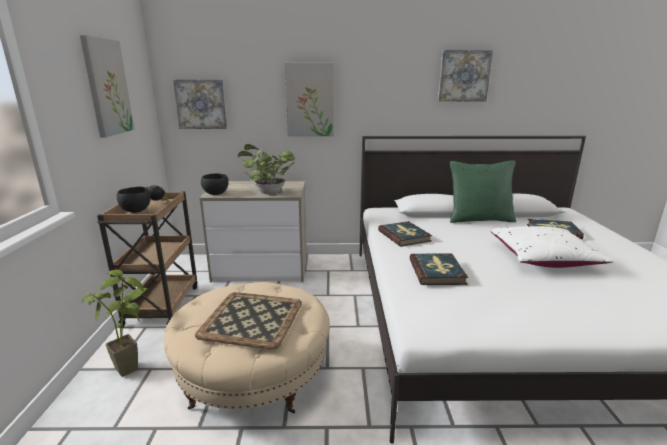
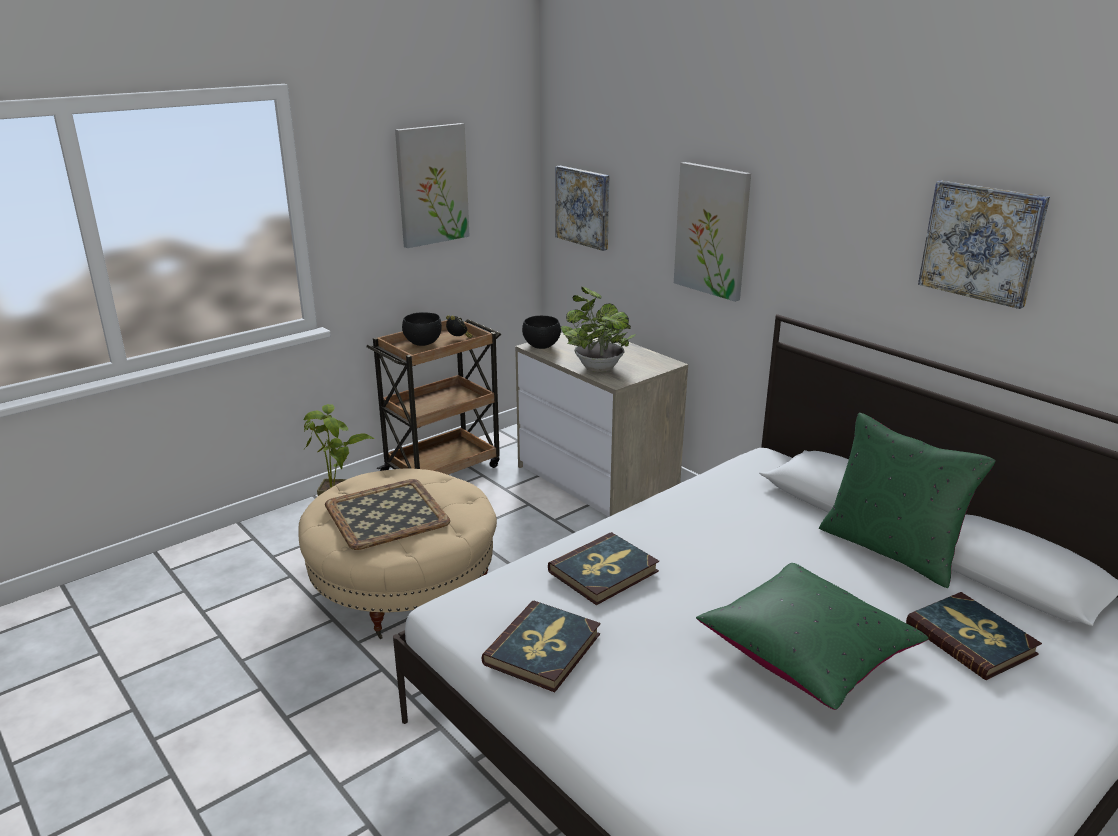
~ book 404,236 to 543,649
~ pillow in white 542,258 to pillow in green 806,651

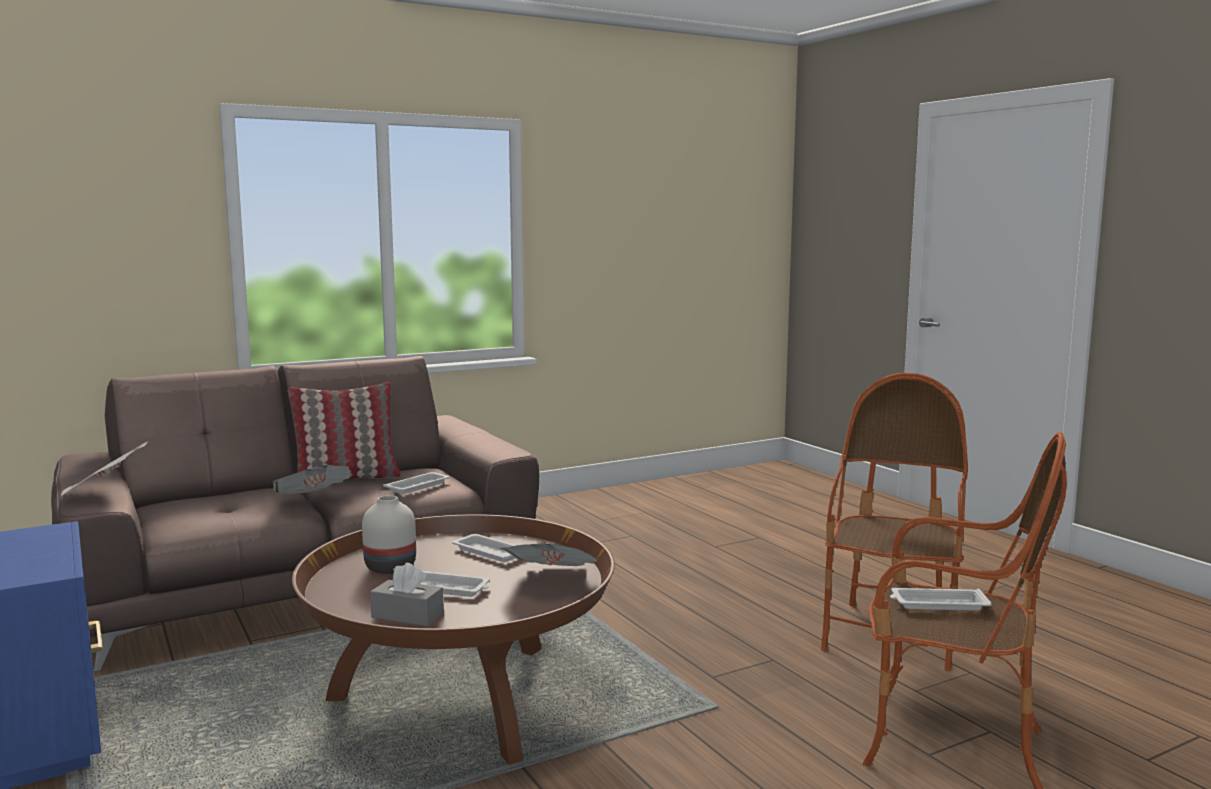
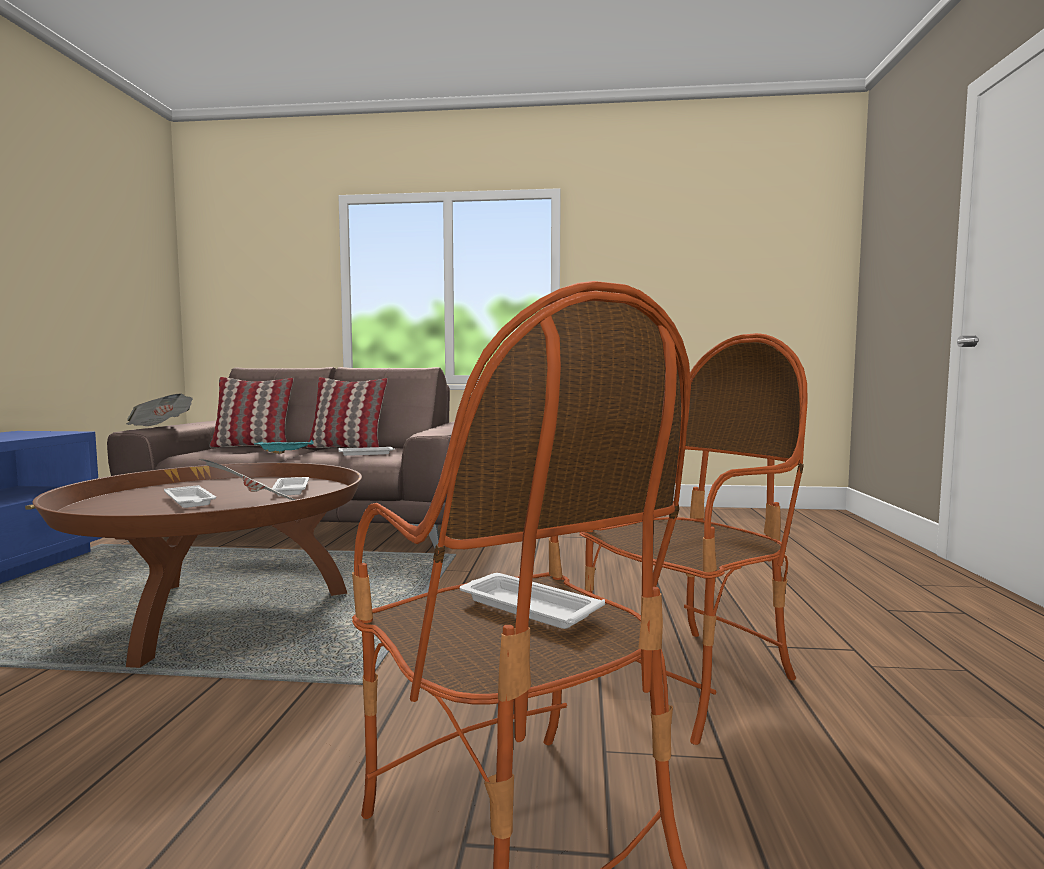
~ newspaper 313,502 to tray in turquoise 286,453
- vase in white 392,567
- tissue box in grey 407,615
+ pillow 252,446

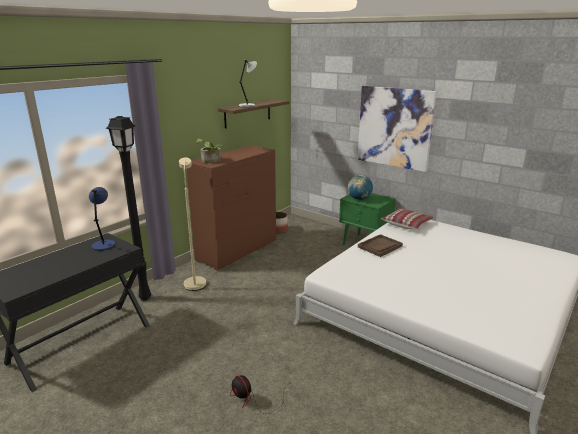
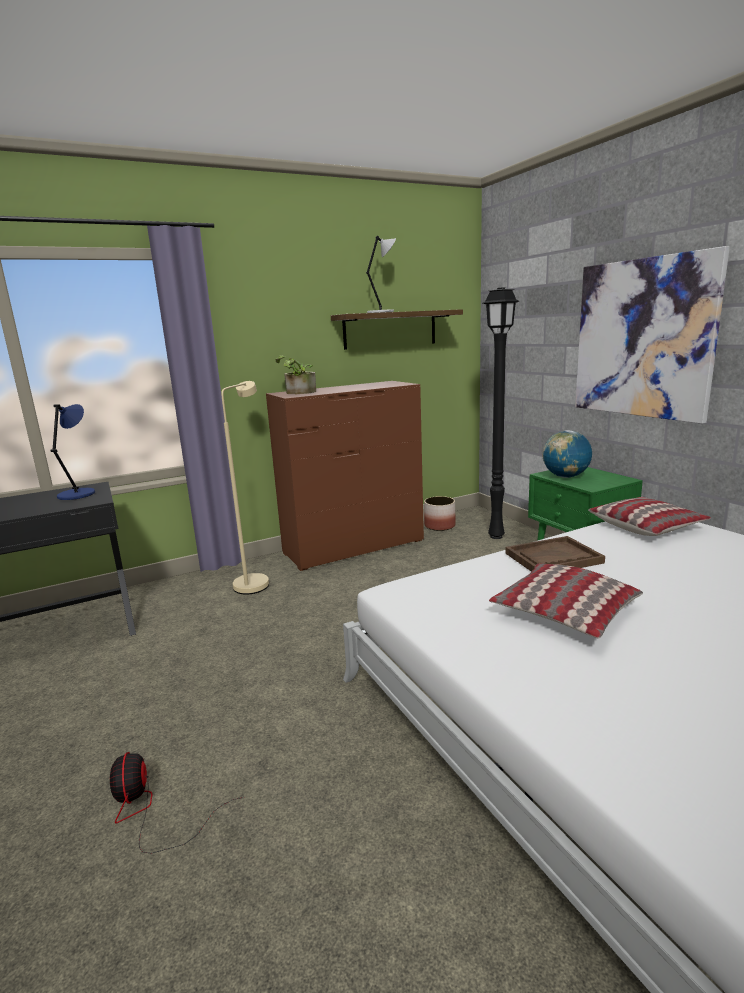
~ floor lamp in black 145,298 to 496,537
+ pillow 564,613

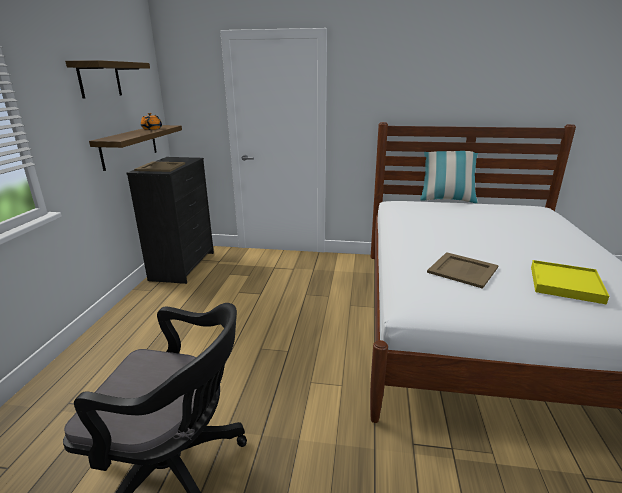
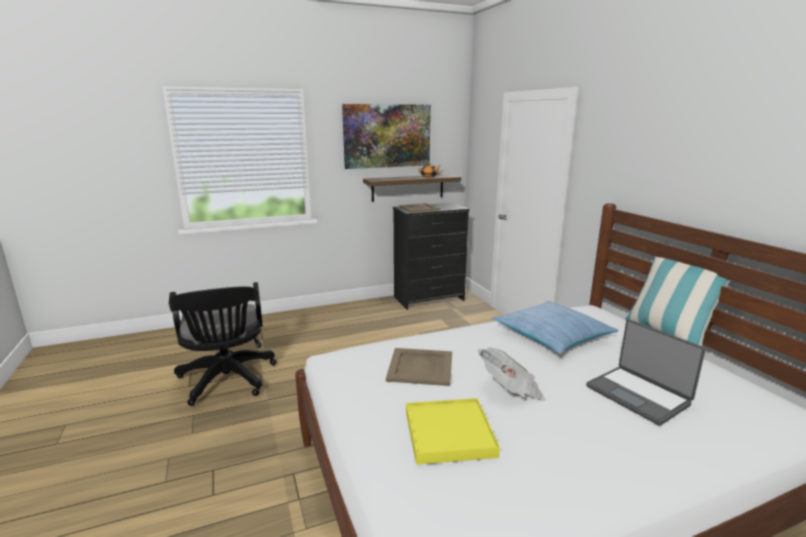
~ shelf 99,79 to picture 387,136
+ pillow 551,336
+ laptop 638,395
+ newspaper 510,389

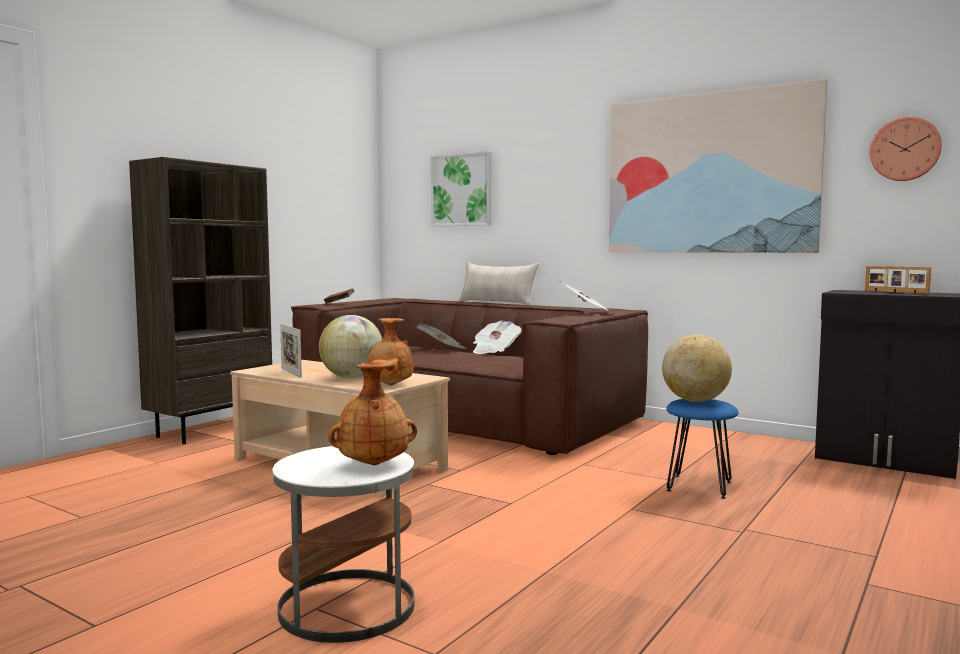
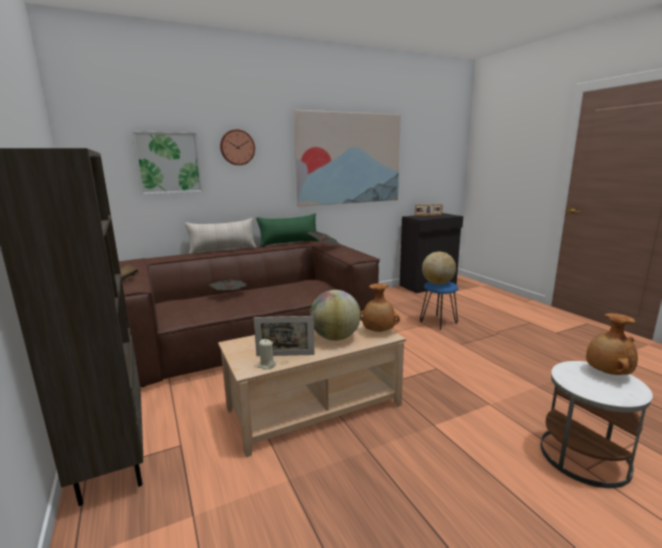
~ wall clock 905,149 to 237,147
- newspaper 494,351
+ pillow in green 289,243
+ candle in beige 266,365

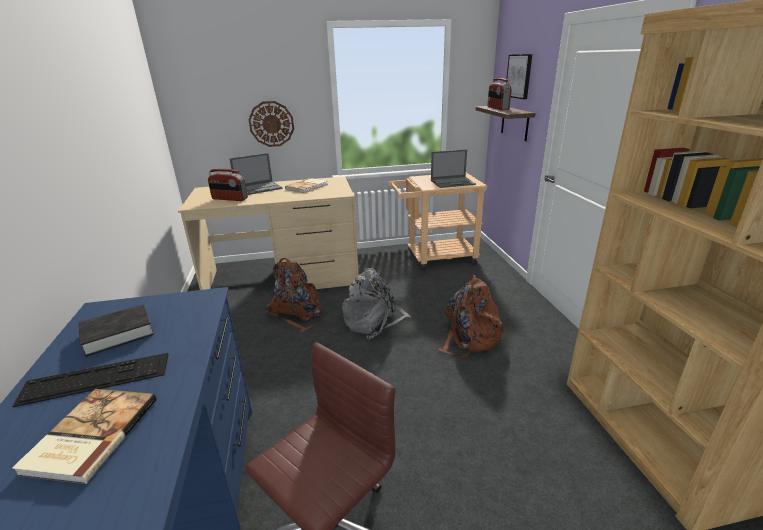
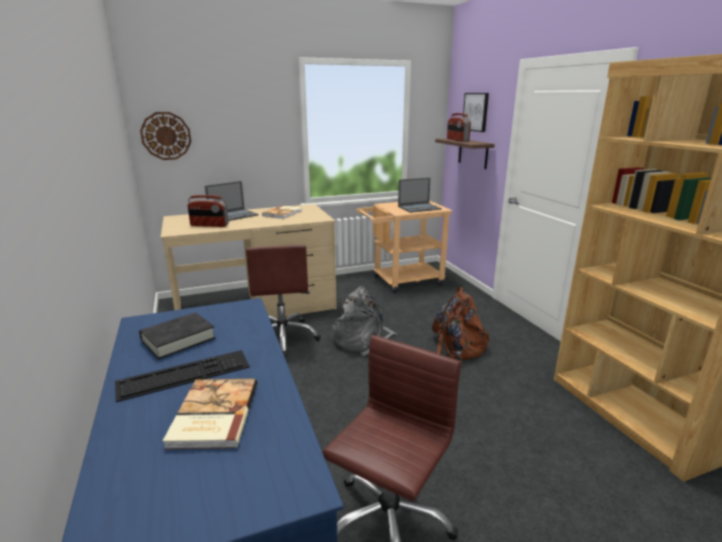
~ wall clock 271,124 to 166,136
~ backpack in brown 297,313 to office chair in brown 283,337

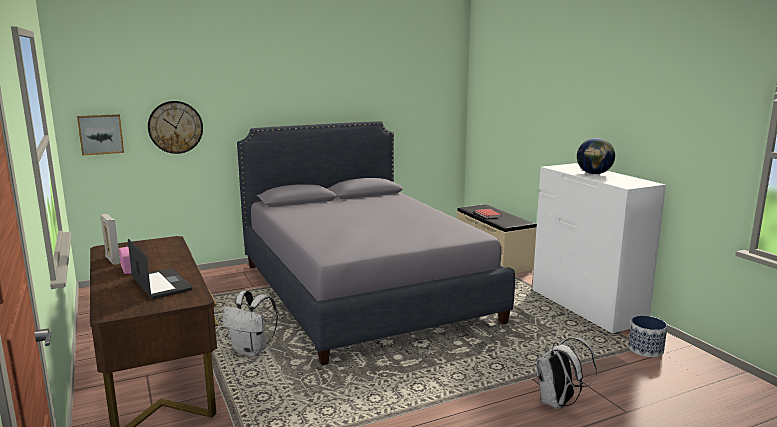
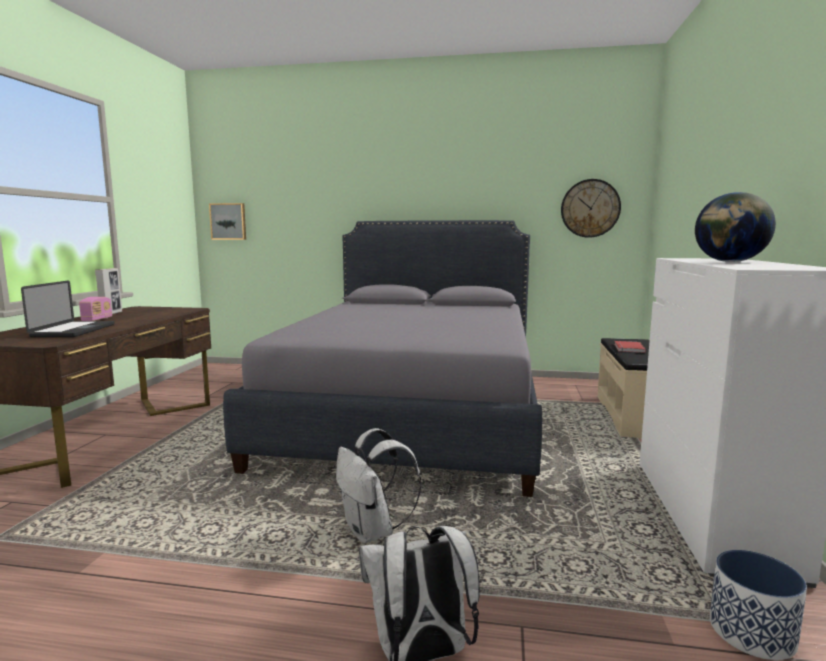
~ wall clock 175,127 to 590,208
~ backpack in white 252,350 to 373,532

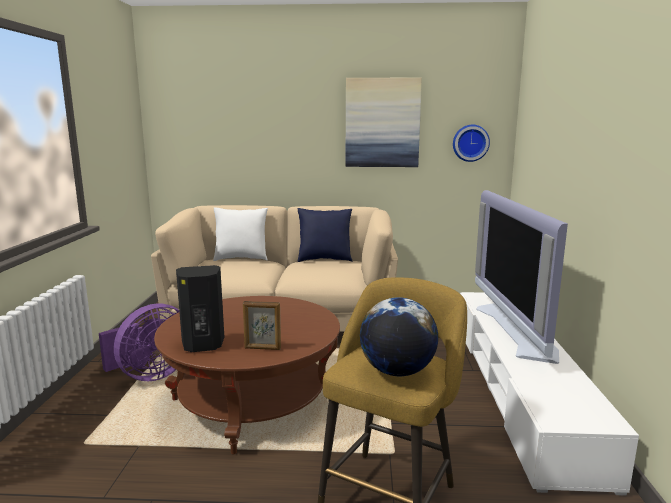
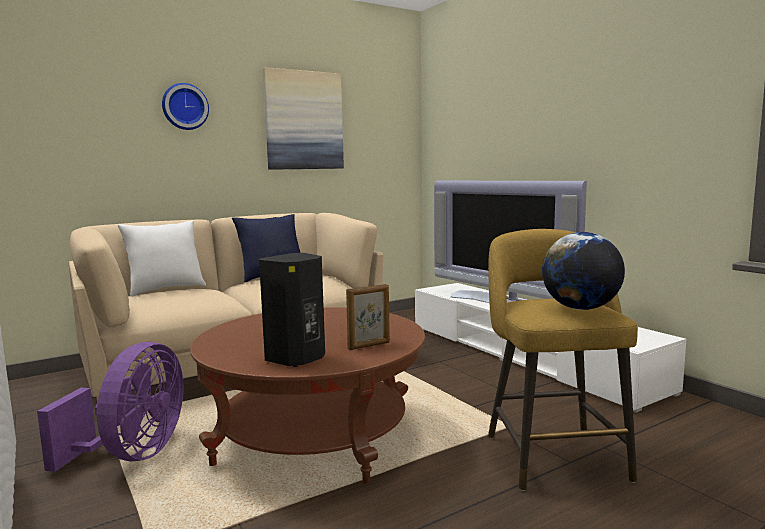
~ wall clock 470,143 to 184,107

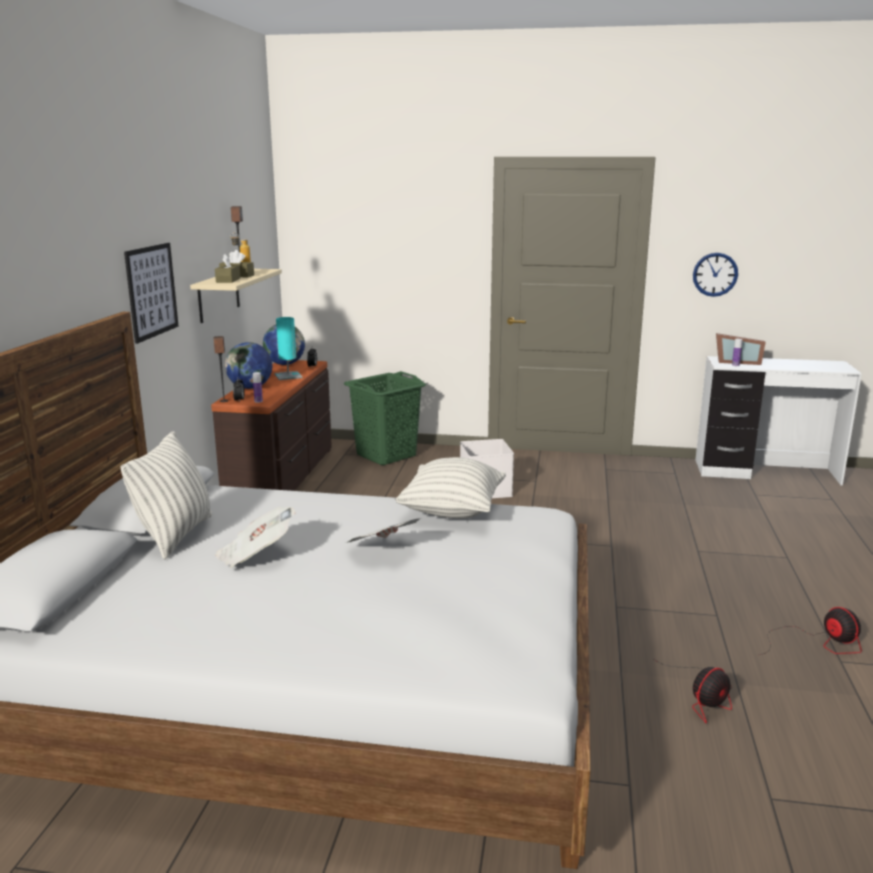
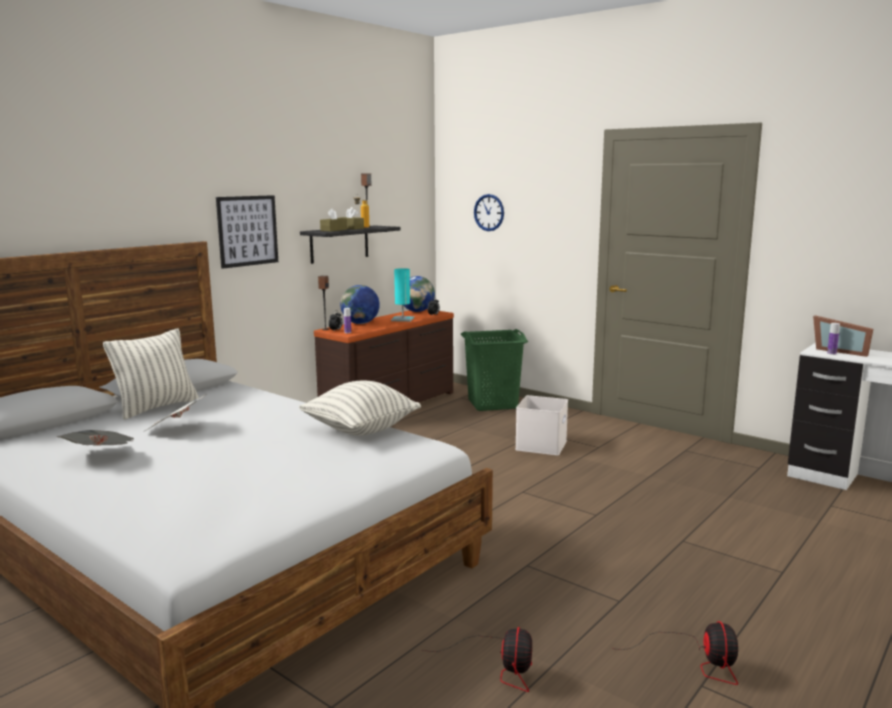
~ wall clock 715,274 to 489,212
~ shelf in beige 218,295 to shelf in black 339,244
~ newspaper 383,549 to 101,456
~ fan 705,698 = 501,665 75 degrees counterclockwise

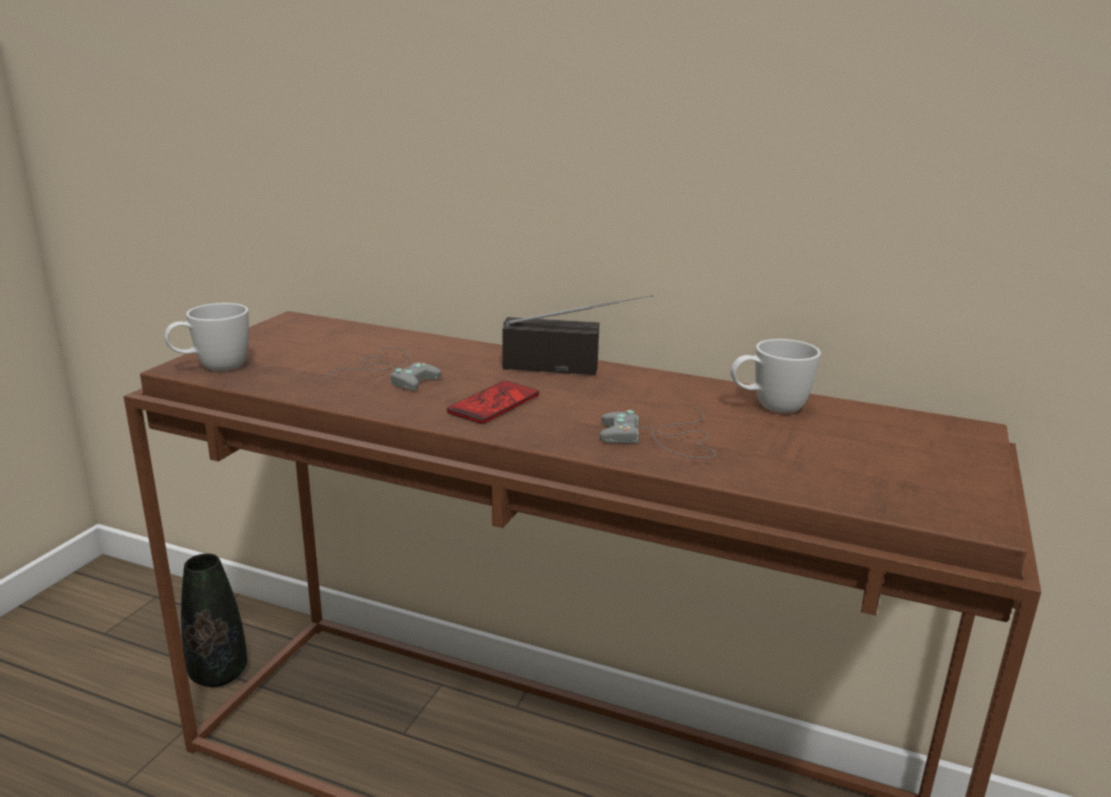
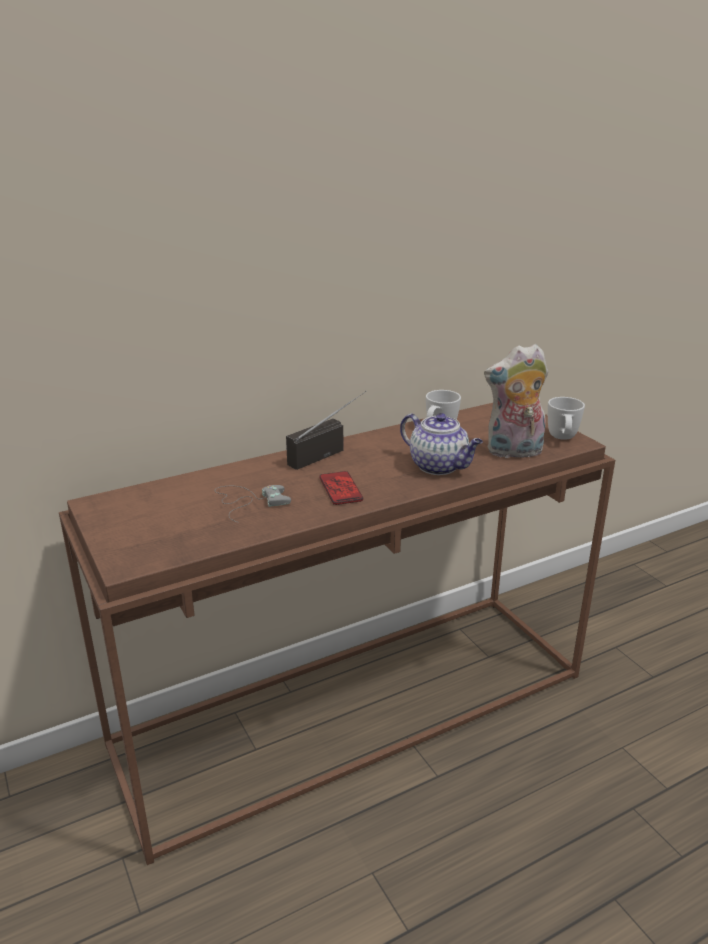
~ mug in white 212,368 to 562,439
~ game controller in grey 663,440 to teapot 439,466
- vase in black 219,674
+ plush toy 513,452

